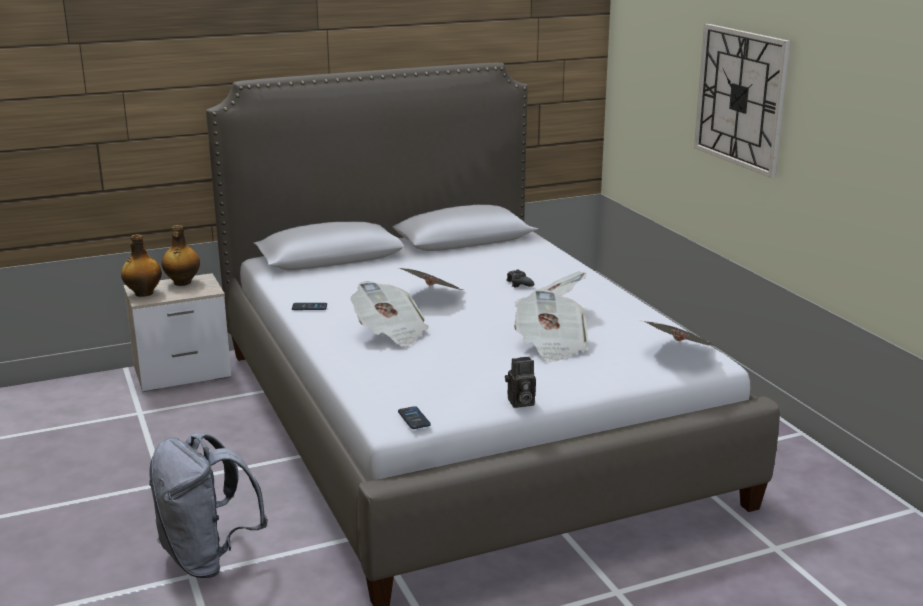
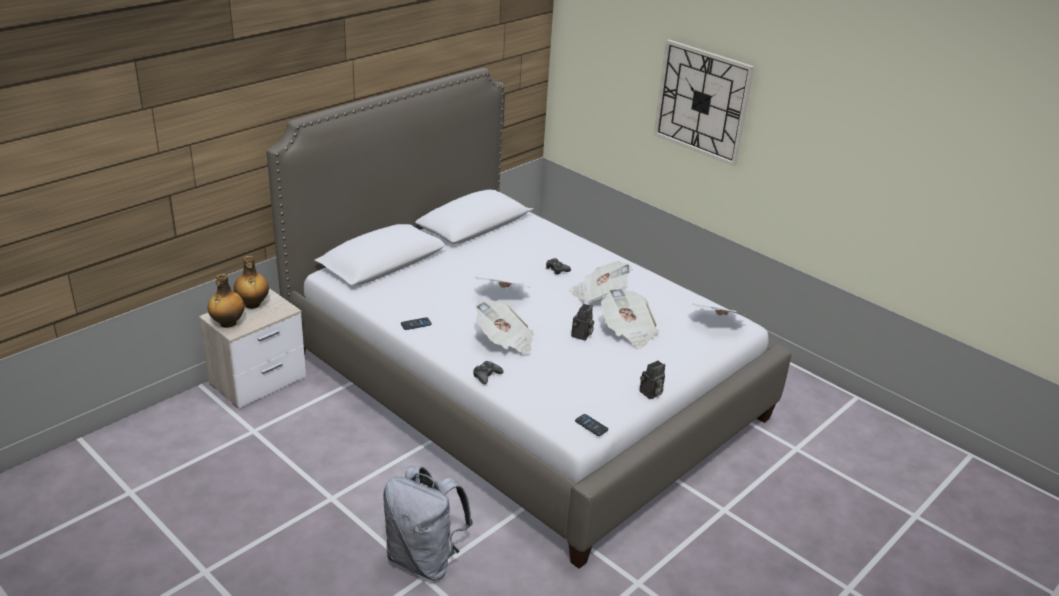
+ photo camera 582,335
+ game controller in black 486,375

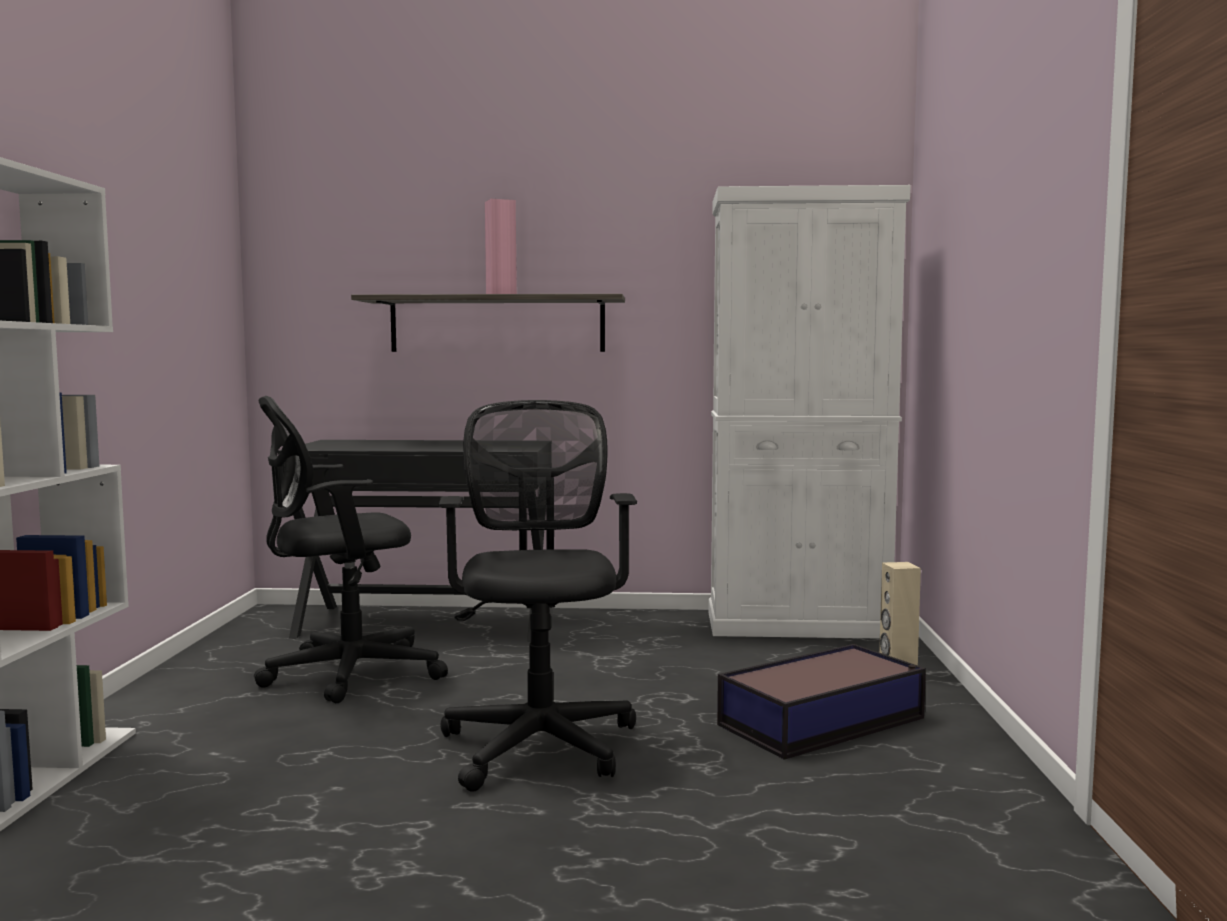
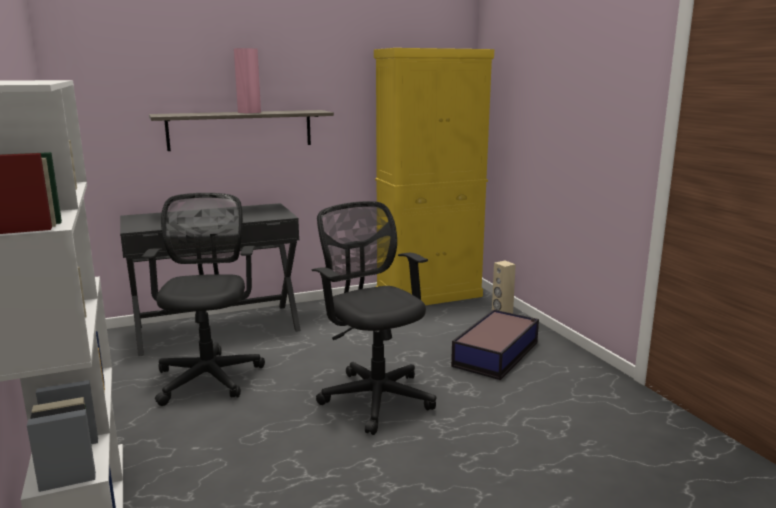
~ cabinet in white 798,625 to cabinet in yellow 429,295
~ office chair in black 343,674 = 209,376 135 degrees clockwise

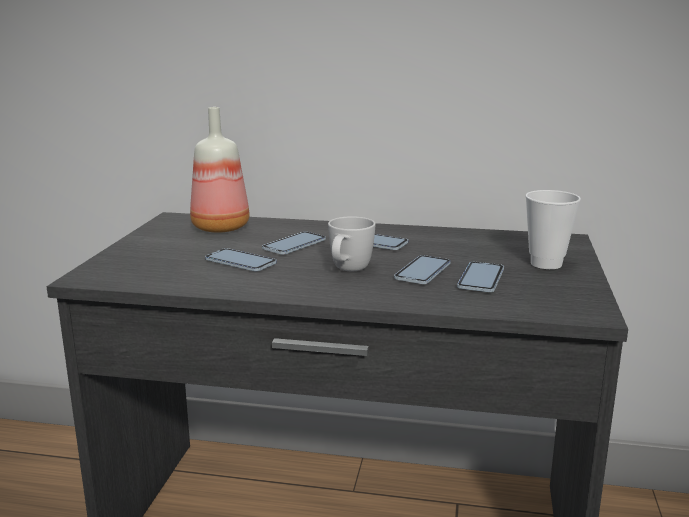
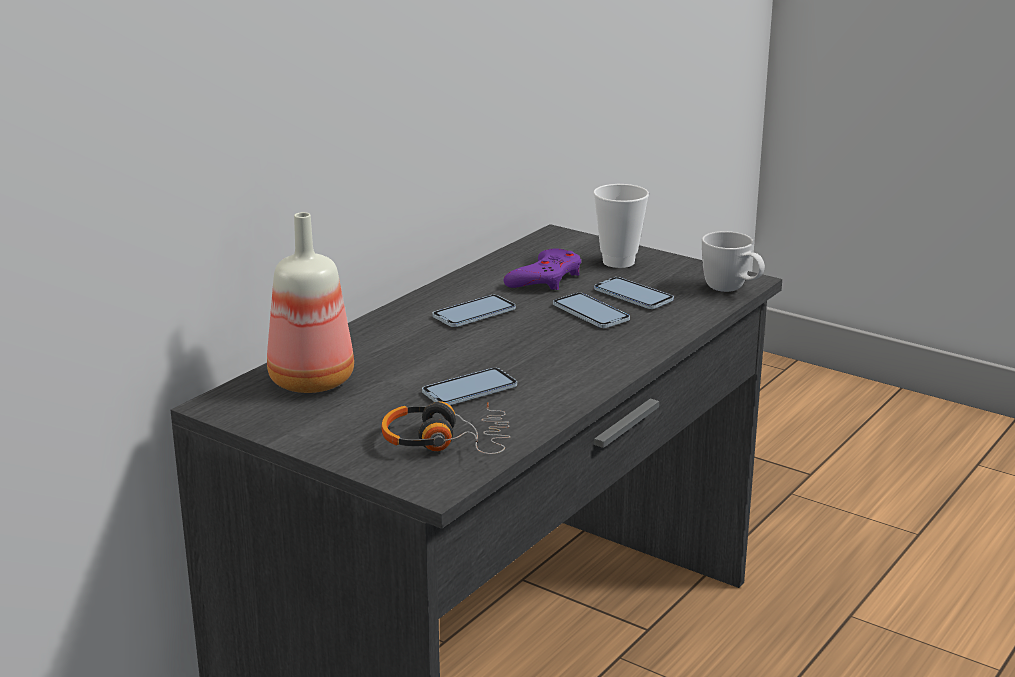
~ mug in white 348,271 to 732,290
- phone 294,245
+ game controller in purple 545,278
+ headphones 446,441

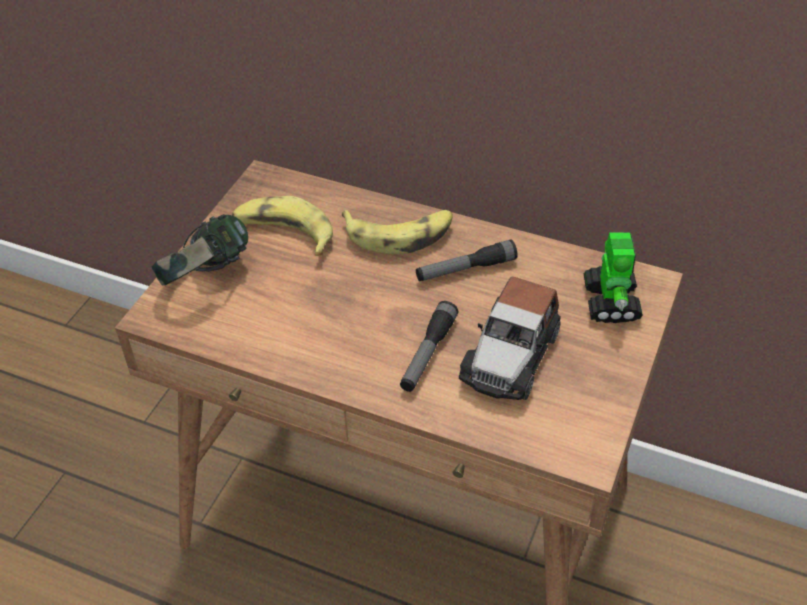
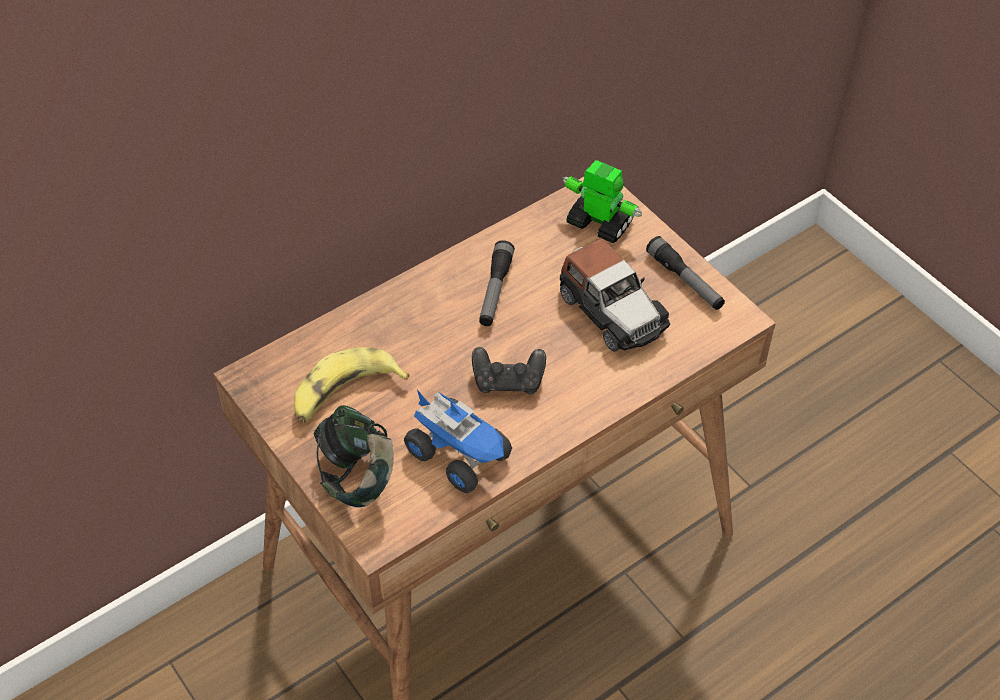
- banana 400,234
~ flashlight 428,353 to 685,280
+ game controller in black 508,381
+ toy truck 460,455

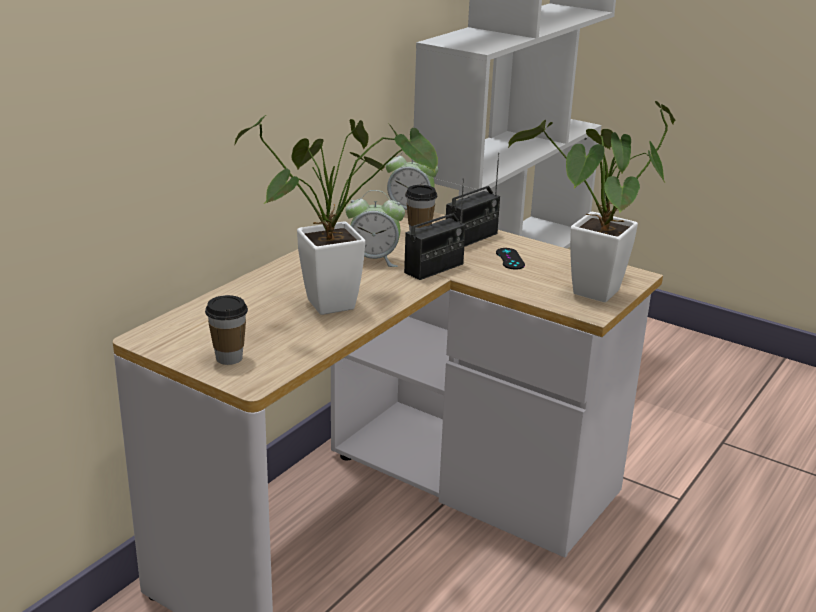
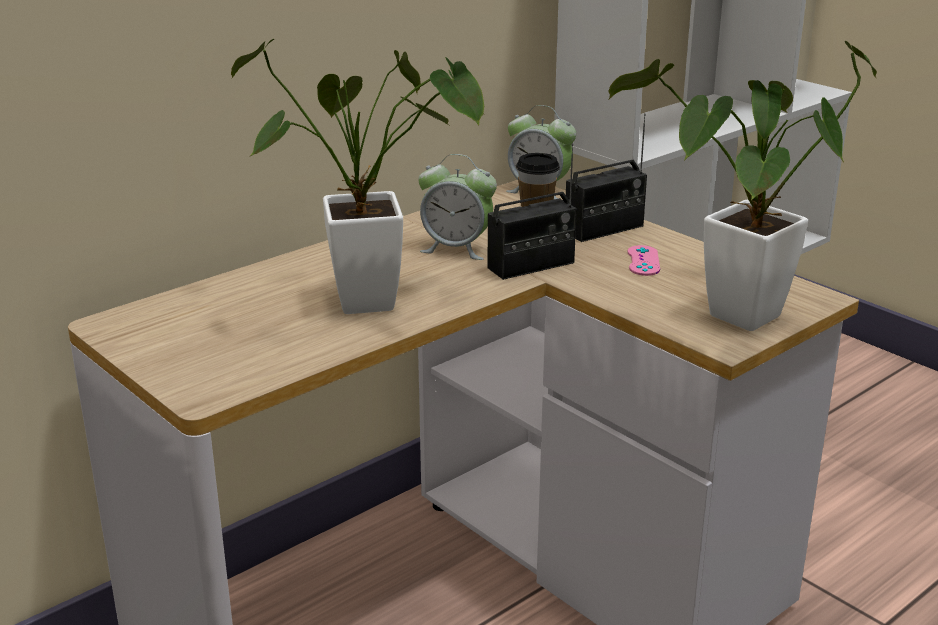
~ game controller in black 510,259 to game controller in pink 643,261
- cup 229,358

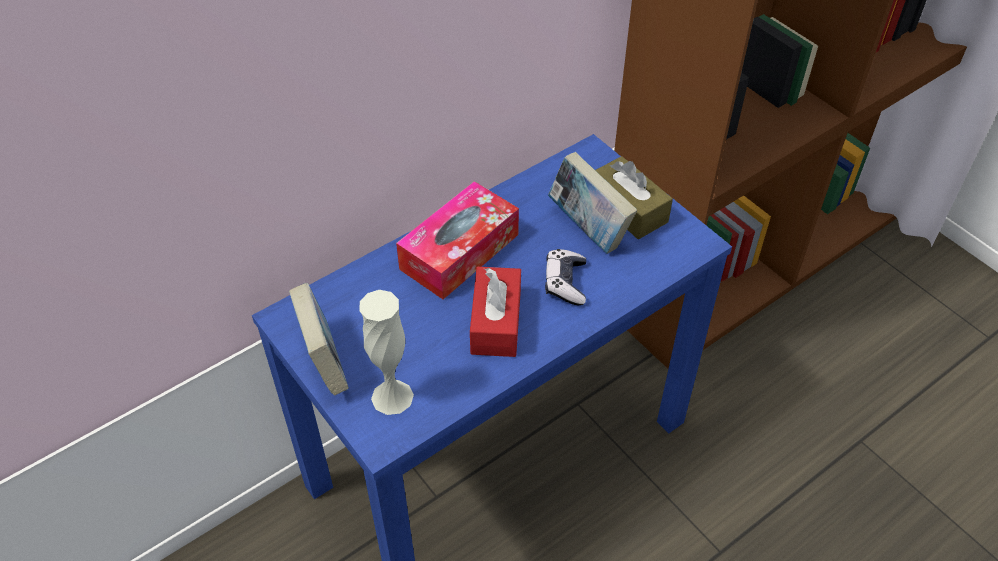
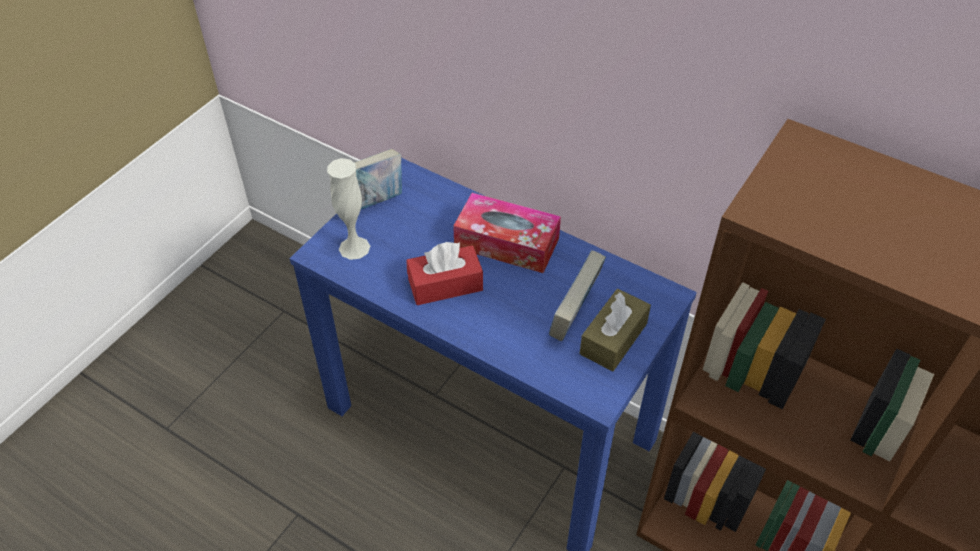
- game controller 565,283

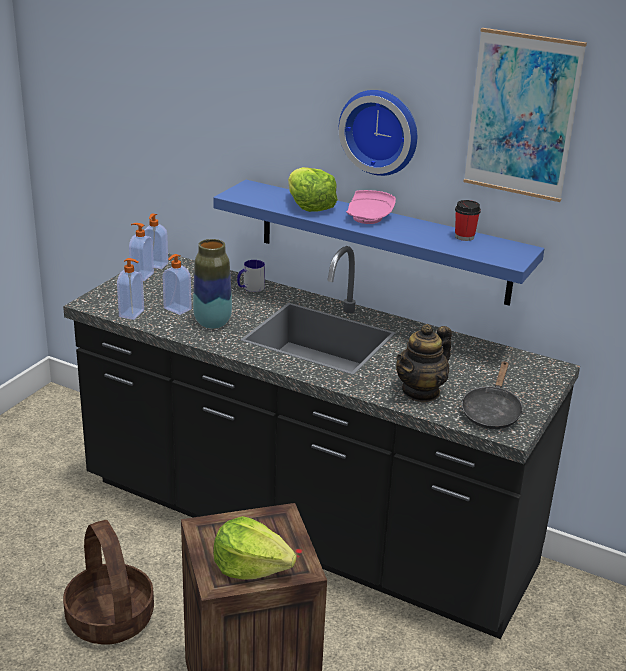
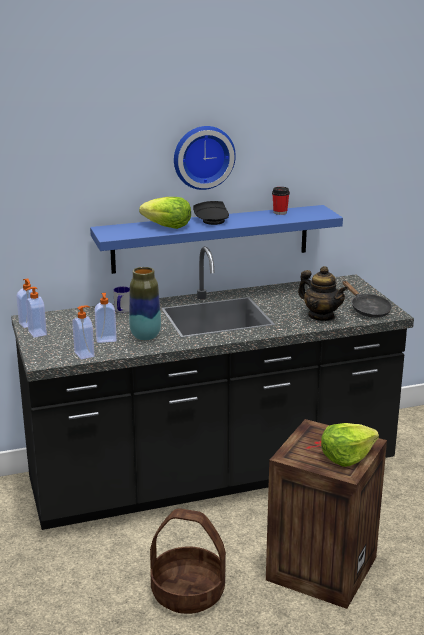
- picture 522,115
~ plate in pink 369,217 to plate in black 213,220
~ teapot 421,392 = 321,316 45 degrees counterclockwise

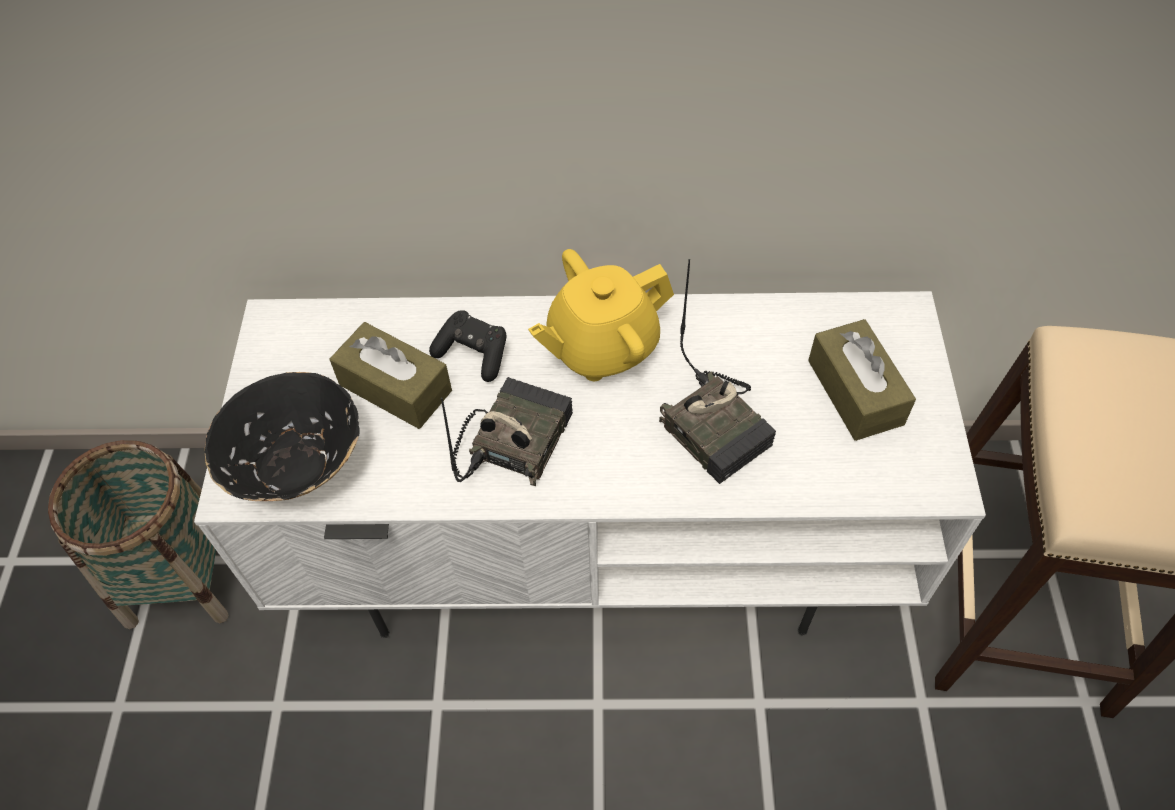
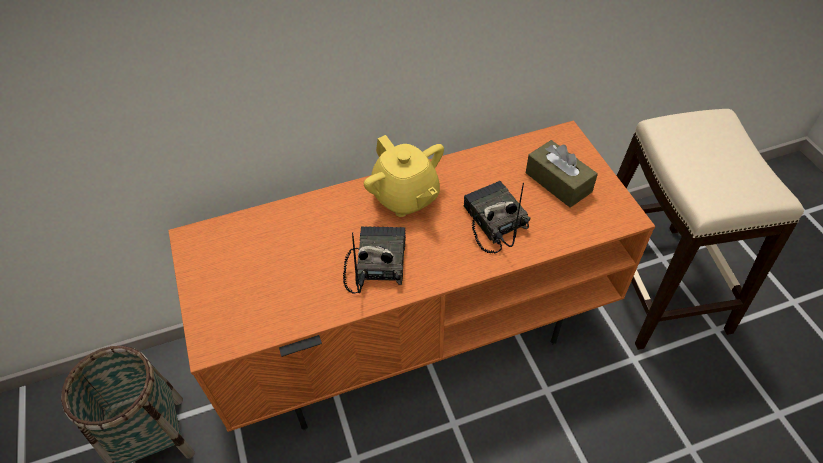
~ teapot in yellow 602,347 = 405,197 75 degrees counterclockwise
~ radio 718,427 = 492,222 150 degrees counterclockwise
~ tv stand in white 596,545 to tv stand in orange 415,332
- game controller in black 473,353
- tissue box in brown 395,387
- bowl in black 296,464

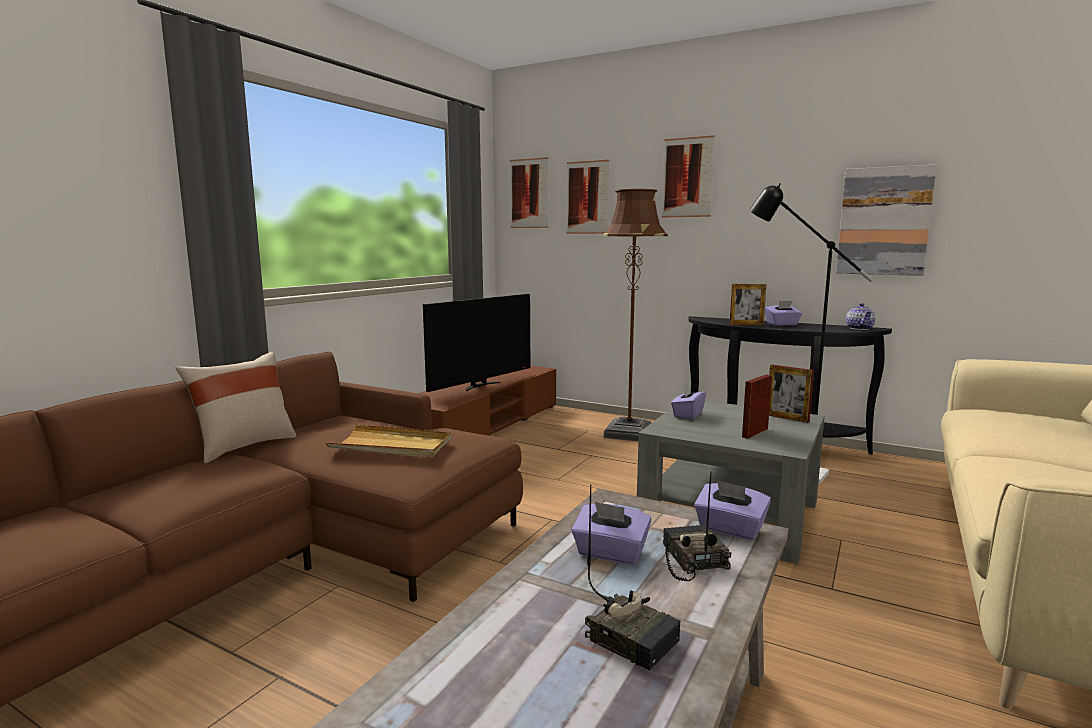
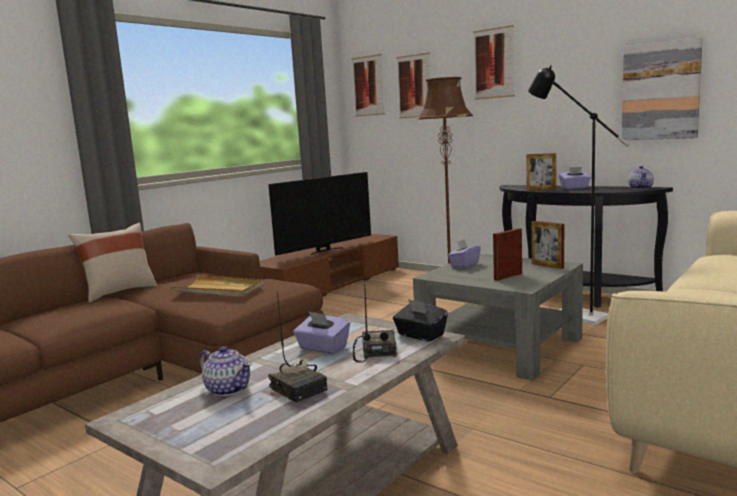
~ tissue box in purple 730,529 to tissue box in black 420,335
+ teapot 228,389

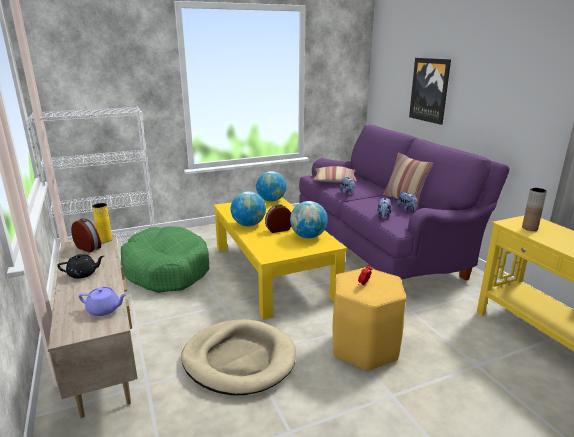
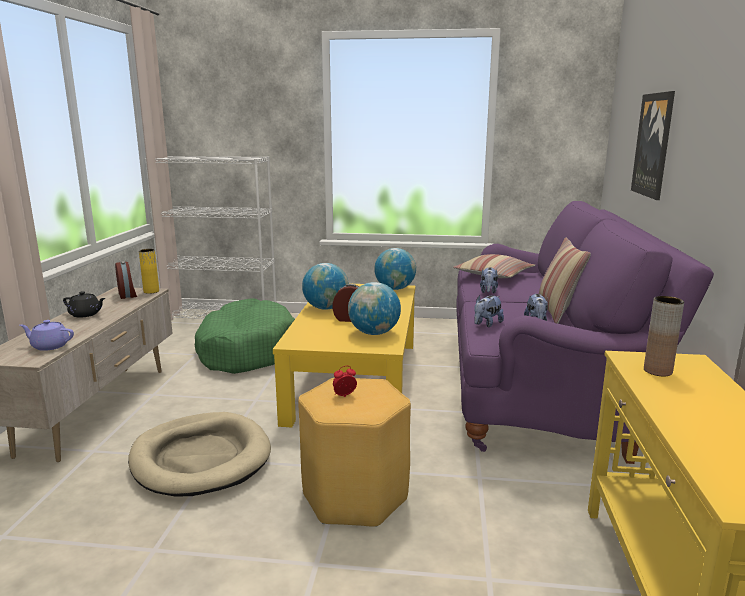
~ teapot in purple 104,310 = 49,346 150 degrees clockwise

